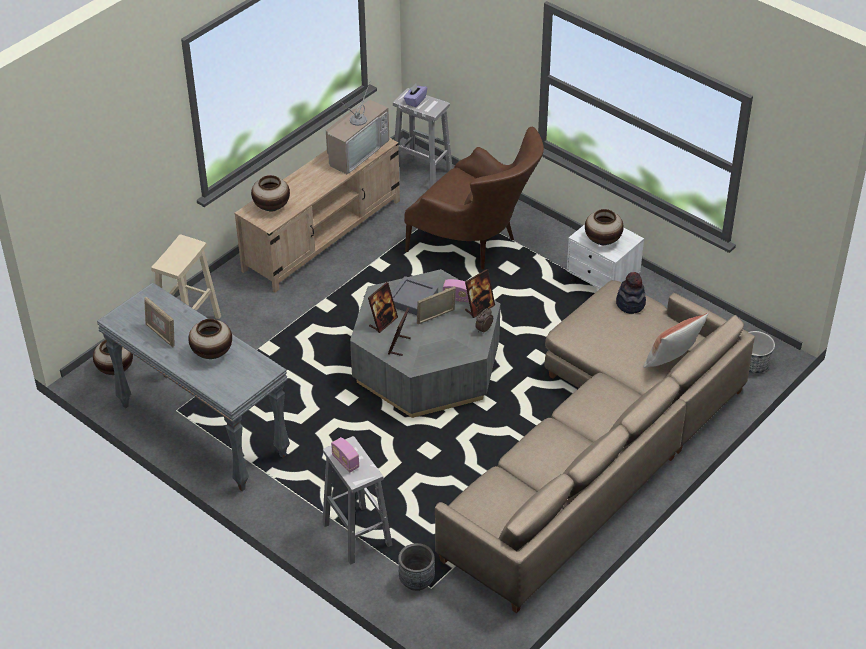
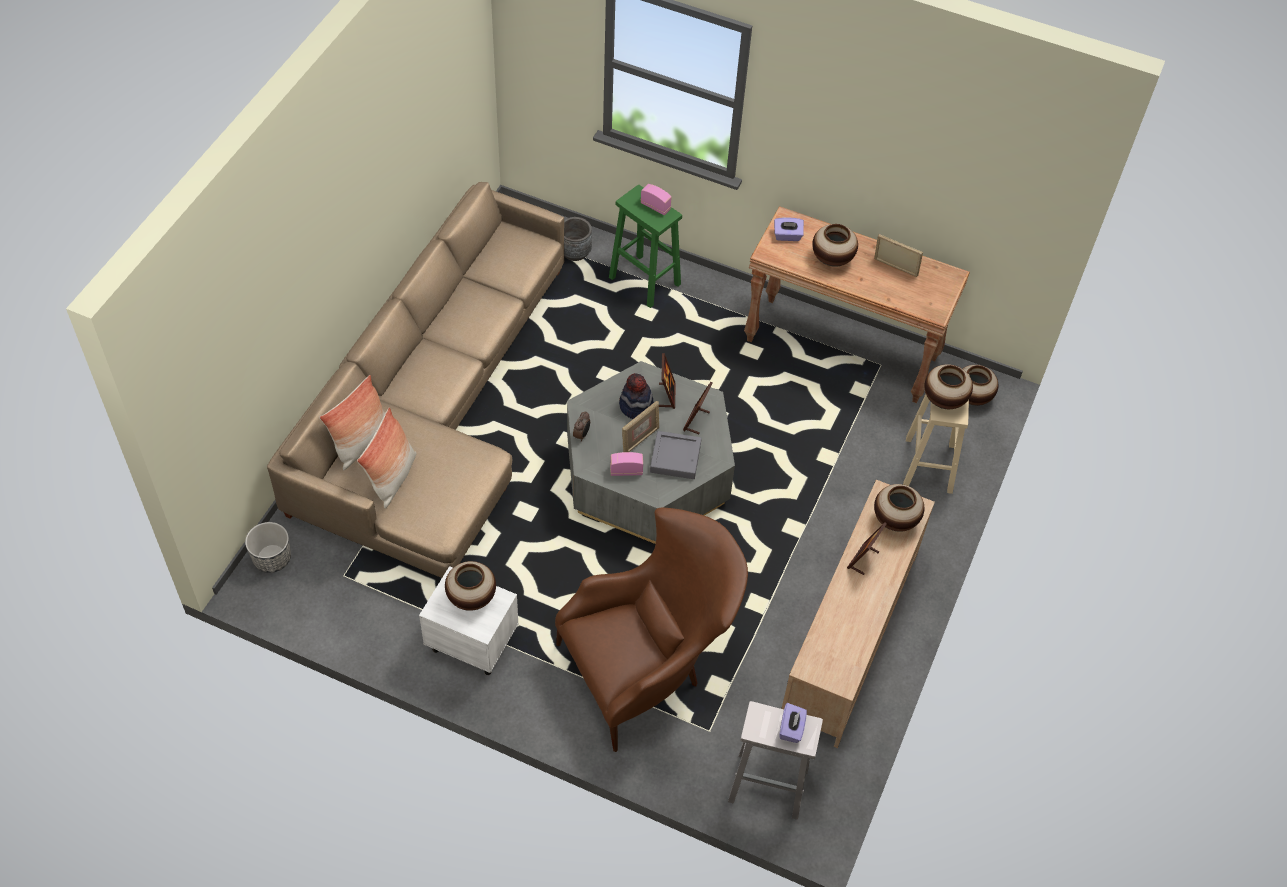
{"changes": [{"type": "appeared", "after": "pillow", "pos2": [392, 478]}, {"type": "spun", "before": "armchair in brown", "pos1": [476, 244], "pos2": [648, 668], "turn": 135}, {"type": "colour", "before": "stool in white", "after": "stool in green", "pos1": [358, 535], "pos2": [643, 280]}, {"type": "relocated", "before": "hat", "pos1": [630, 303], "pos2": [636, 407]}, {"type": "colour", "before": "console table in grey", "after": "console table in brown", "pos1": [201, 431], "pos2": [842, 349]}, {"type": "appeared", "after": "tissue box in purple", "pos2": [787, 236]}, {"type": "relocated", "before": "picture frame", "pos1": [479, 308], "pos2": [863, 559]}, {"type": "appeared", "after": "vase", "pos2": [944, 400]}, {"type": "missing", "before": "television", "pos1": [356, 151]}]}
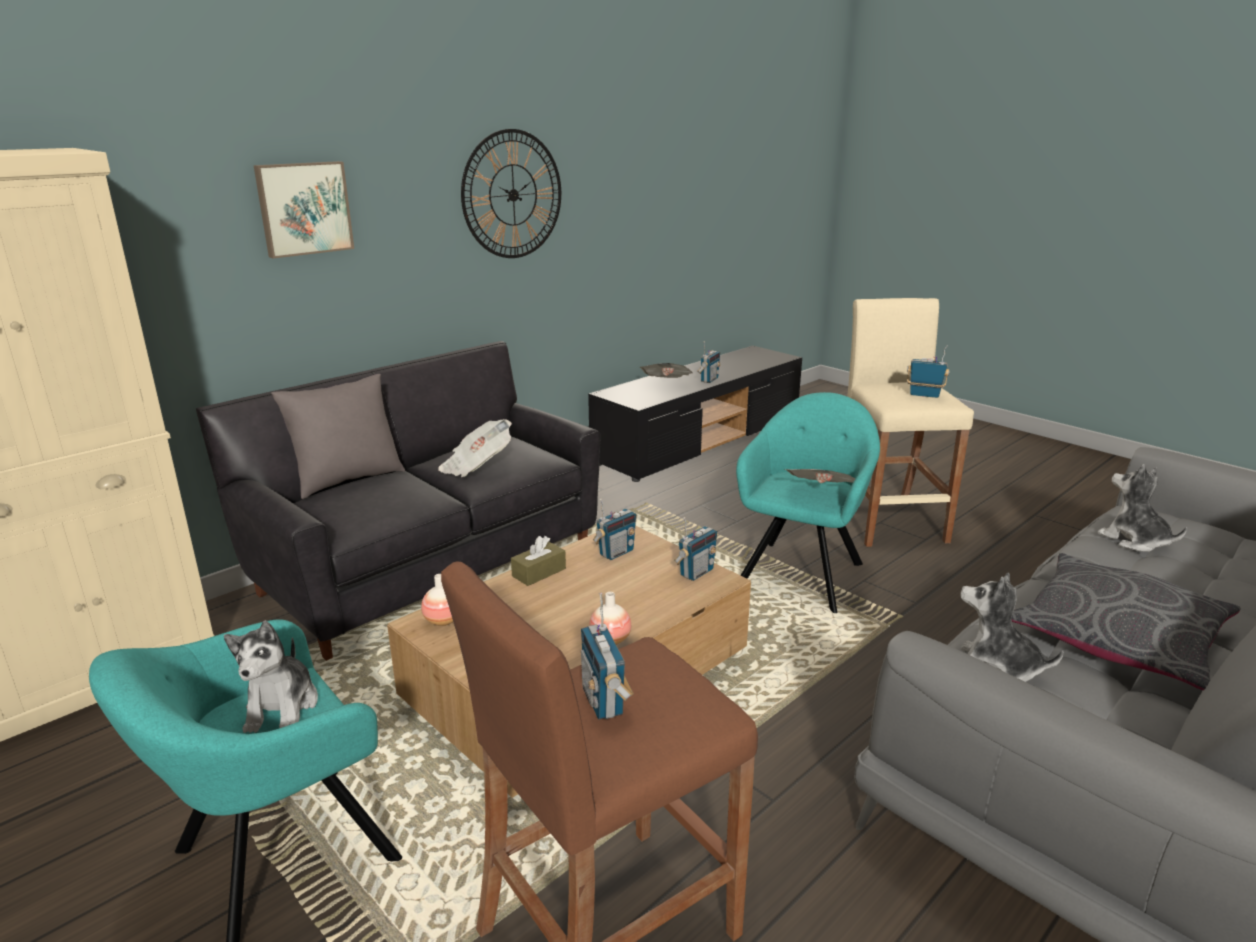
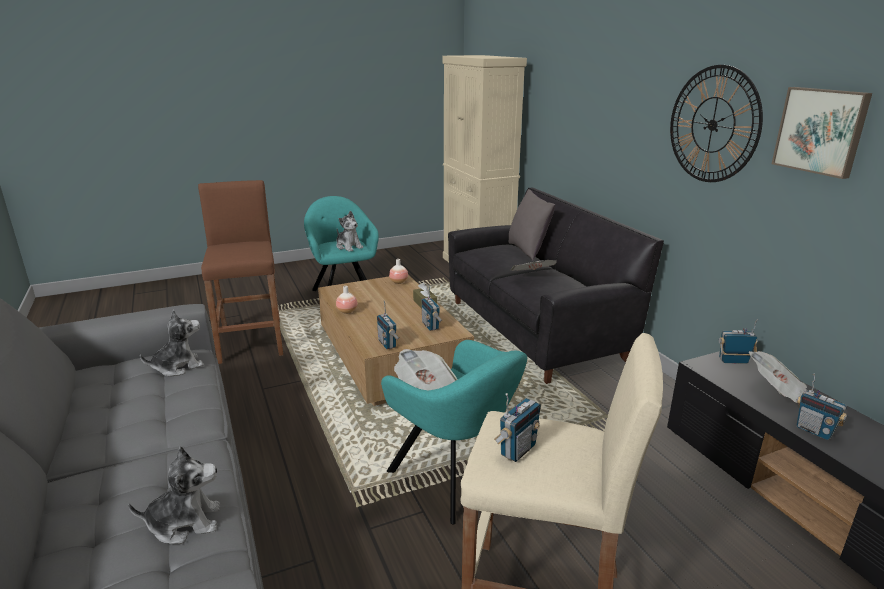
{"changes": [{"type": "spun", "before": "plush toy", "pos1": [282, 707], "pos2": [349, 246], "turn": -150}, {"type": "relocated", "before": "radio", "pos1": [604, 701], "pos2": [733, 361]}, {"type": "relocated", "before": "picture", "pos1": [304, 208], "pos2": [821, 131]}, {"type": "missing", "before": "pillow in grey", "pos1": [1118, 635]}]}
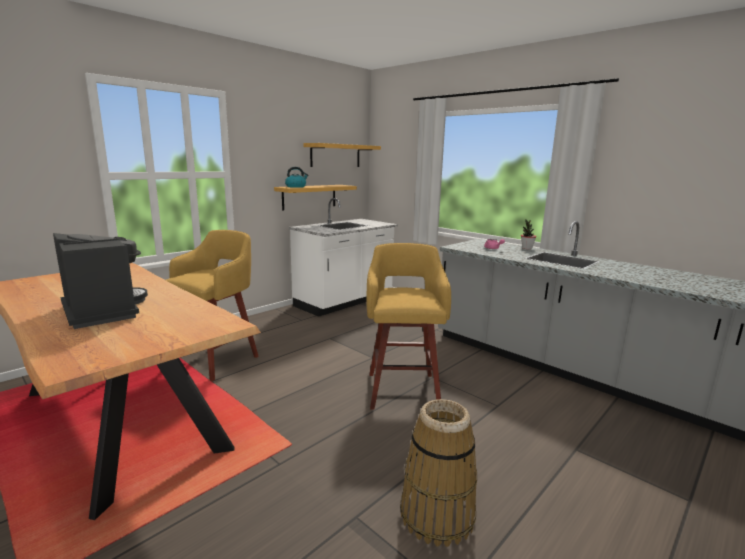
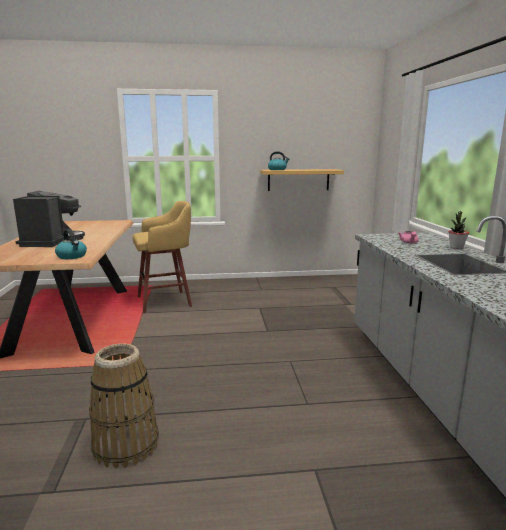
{"changes": [{"type": "appeared", "after": "kettle", "pos2": [72, 256]}, {"type": "missing", "before": "counter in white", "pos1": [345, 302]}, {"type": "missing", "before": "shelf", "pos1": [335, 155]}, {"type": "missing", "before": "stool in yellow", "pos1": [403, 389]}]}
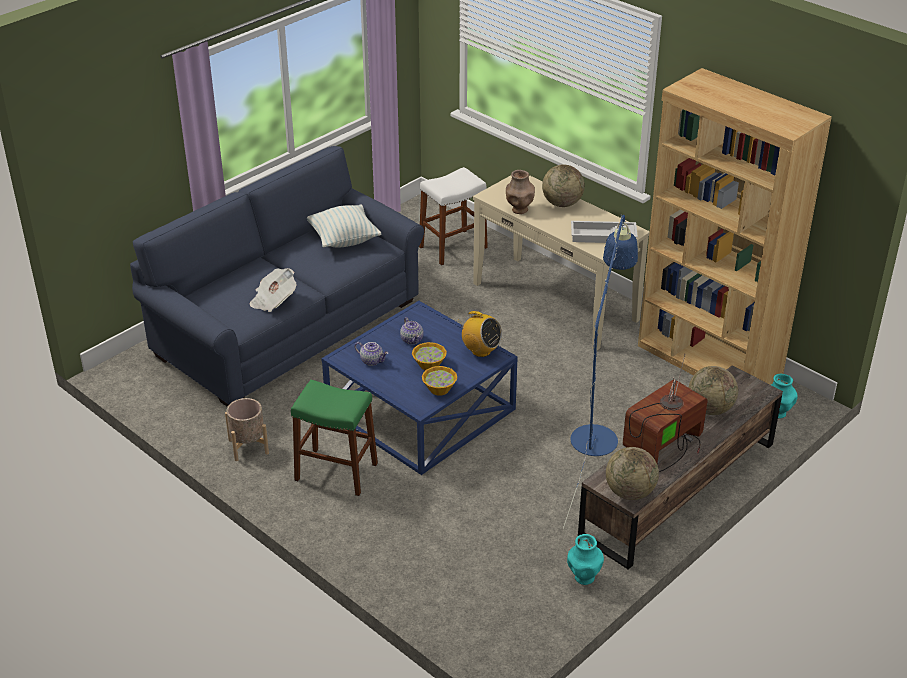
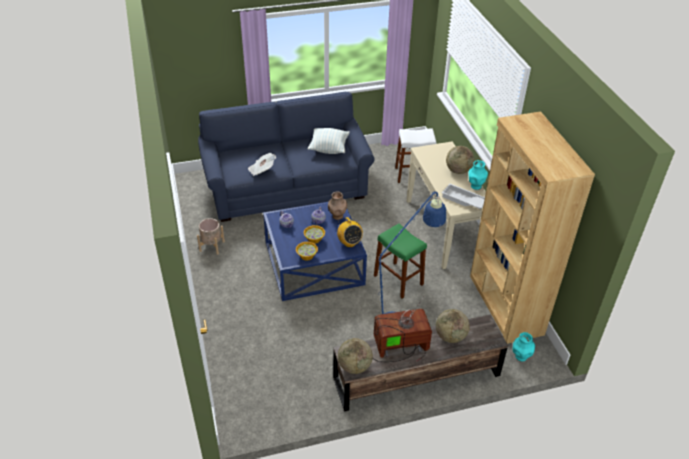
{"changes": [{"type": "relocated", "before": "vase in brown", "pos1": [519, 210], "pos2": [337, 216]}, {"type": "relocated", "before": "stool in green", "pos1": [336, 472], "pos2": [398, 280]}, {"type": "relocated", "before": "vase in turquoise", "pos1": [583, 578], "pos2": [475, 186]}]}
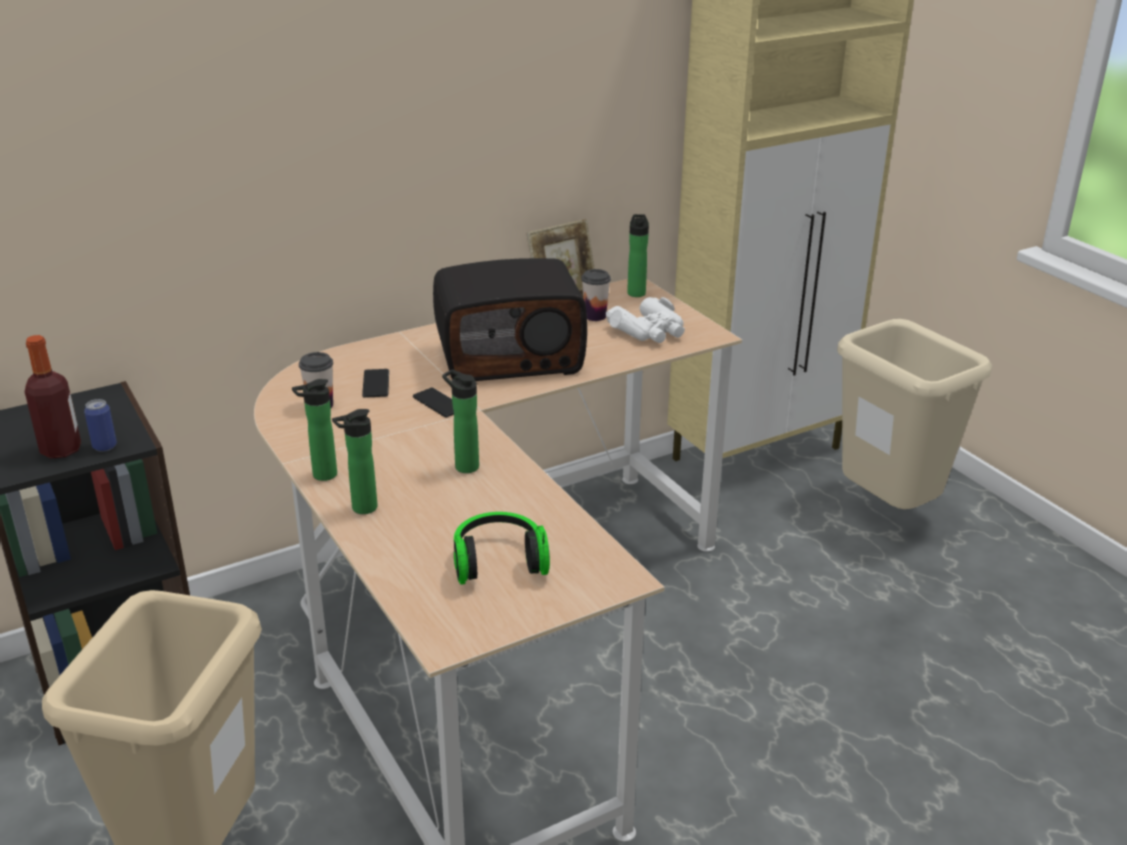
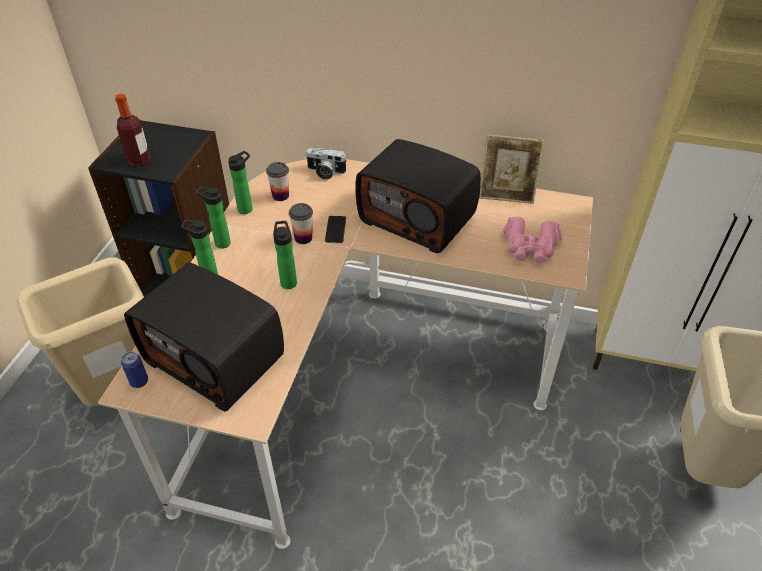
{"changes": [{"type": "relocated", "before": "can", "pos1": [104, 446], "pos2": [139, 381]}, {"type": "exchanged", "before": "headphones", "after": "radio", "pos1": [498, 561], "pos2": [216, 358]}, {"type": "relocated", "before": "bottle", "pos1": [636, 292], "pos2": [247, 208]}, {"type": "relocated", "before": "cup", "pos1": [595, 316], "pos2": [303, 238]}, {"type": "appeared", "after": "photo camera", "pos2": [325, 172]}, {"type": "colour", "before": "binoculars in white", "after": "binoculars in pink", "pos1": [649, 331], "pos2": [530, 246]}, {"type": "missing", "before": "phone", "pos1": [376, 384]}]}
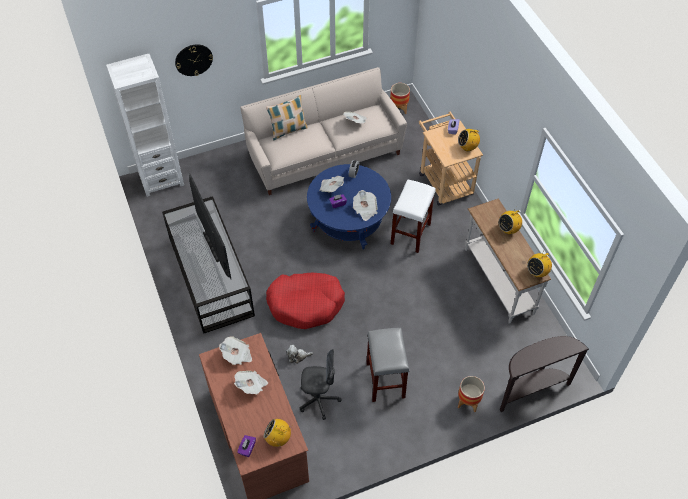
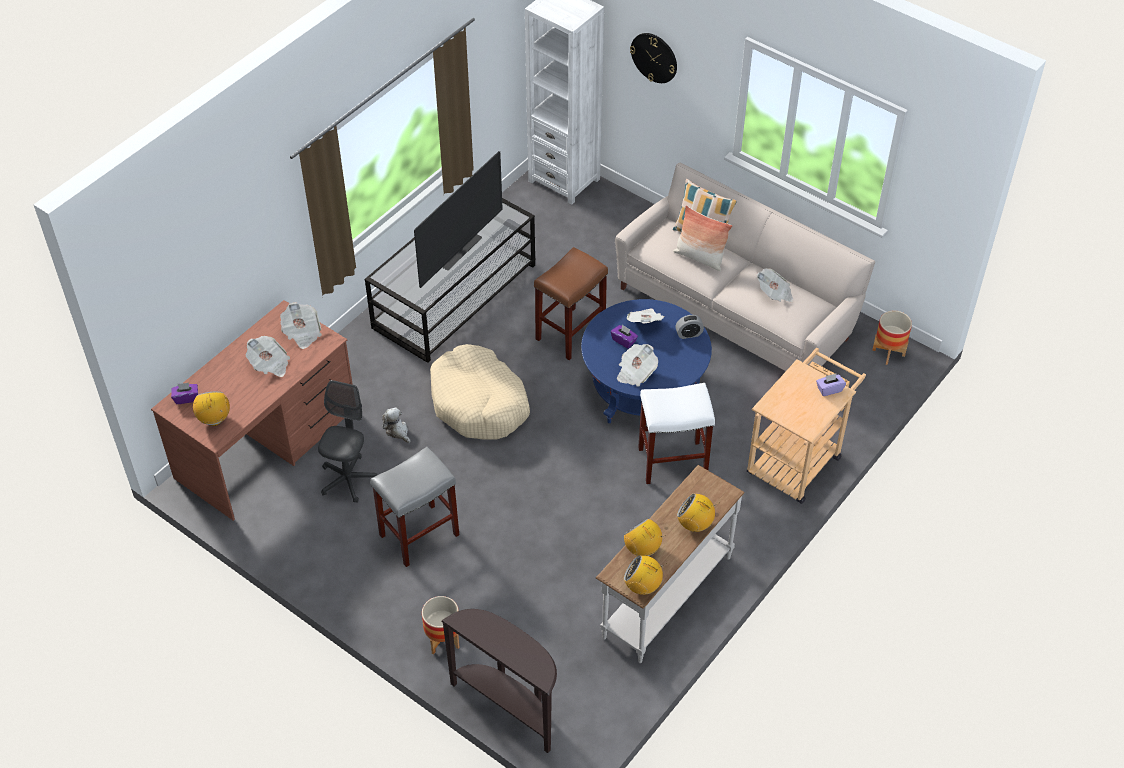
{"changes": [{"type": "spun", "before": "office chair in grey", "pos1": [319, 400], "pos2": [348, 480], "turn": -135}, {"type": "colour", "before": "dog bed in red", "after": "dog bed in beige", "pos1": [306, 304], "pos2": [479, 403]}, {"type": "appeared", "after": "stool in brown", "pos2": [570, 334]}, {"type": "relocated", "before": "radio", "pos1": [467, 147], "pos2": [642, 549]}, {"type": "appeared", "after": "pillow", "pos2": [700, 257]}]}
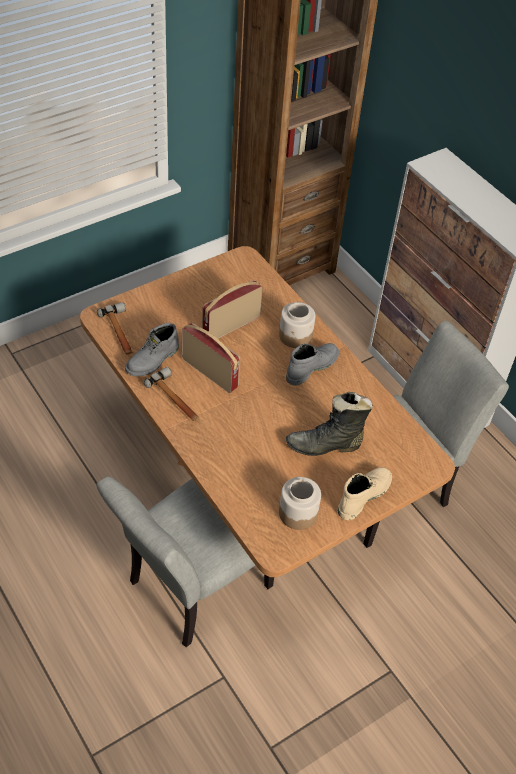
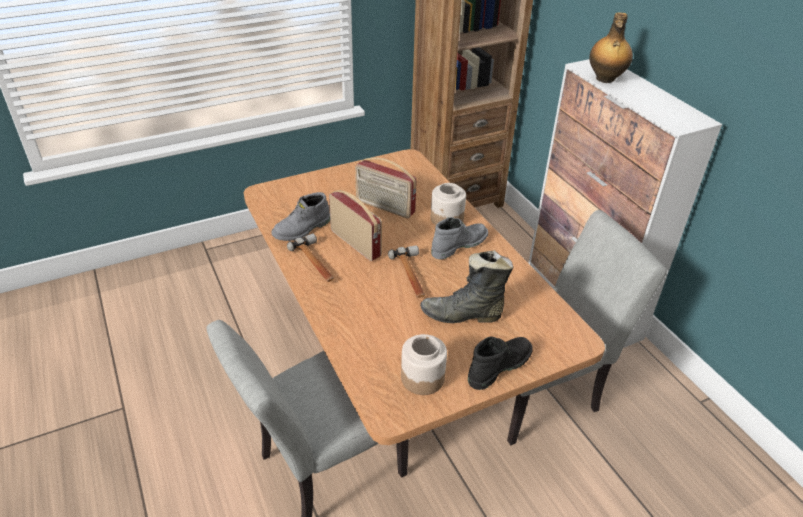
{"changes": [{"type": "spun", "before": "radio", "pos1": [230, 326], "pos2": [384, 207], "turn": -120}, {"type": "relocated", "before": "hammer", "pos1": [120, 332], "pos2": [411, 275]}, {"type": "colour", "before": "boot in beige", "after": "boot in black", "pos1": [363, 495], "pos2": [498, 366]}, {"type": "appeared", "after": "bottle", "pos2": [605, 79]}]}
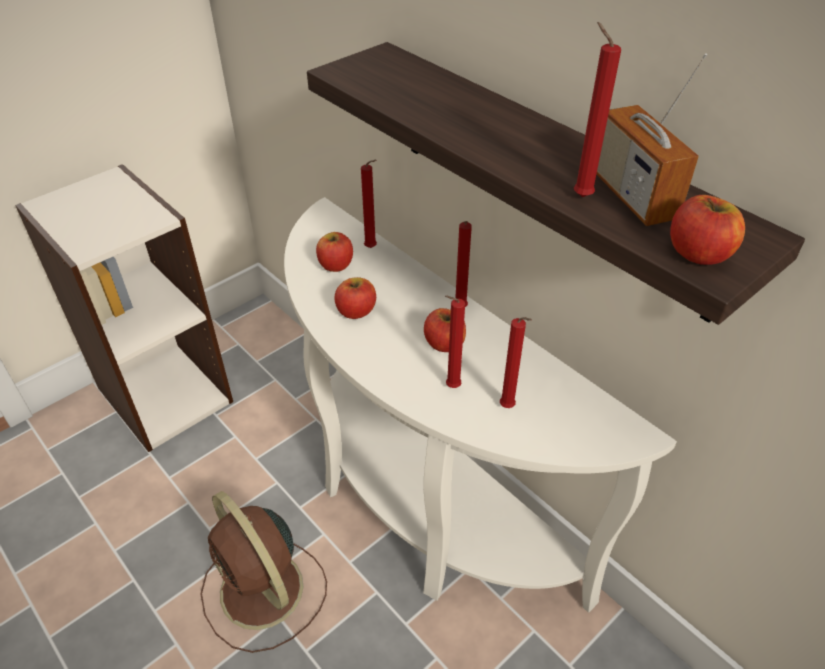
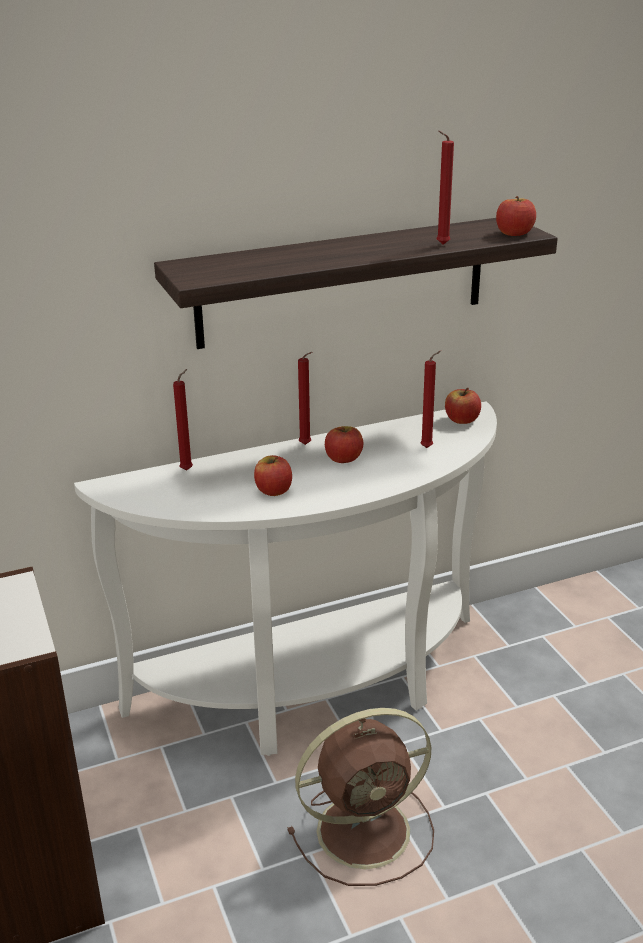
{"changes": [{"type": "relocated", "before": "apple", "pos1": [335, 265], "pos2": [462, 420]}, {"type": "missing", "before": "candle in red", "pos1": [450, 387]}, {"type": "missing", "before": "radio", "pos1": [633, 197]}]}
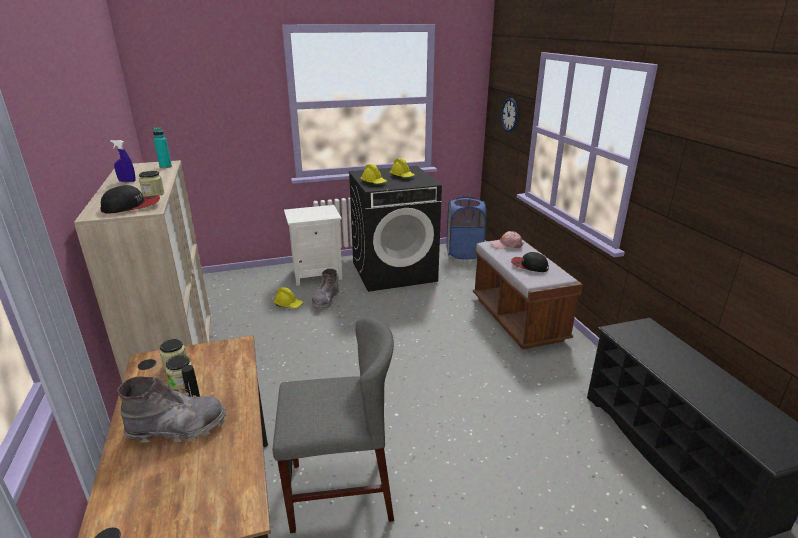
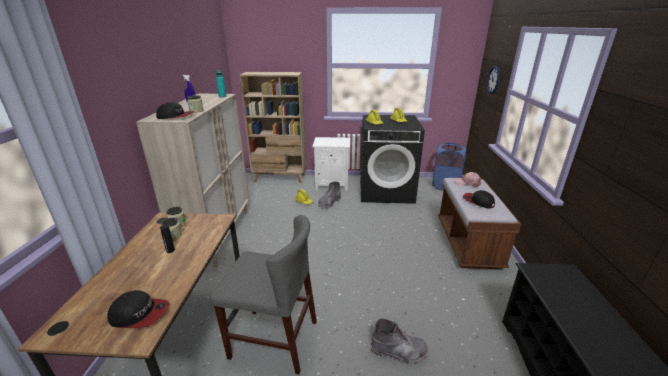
{"changes": [{"type": "appeared", "after": "cap", "pos2": [140, 314]}, {"type": "appeared", "after": "bookcase in beige", "pos2": [280, 178]}, {"type": "relocated", "before": "boot in grey", "pos1": [178, 428], "pos2": [398, 352]}]}
